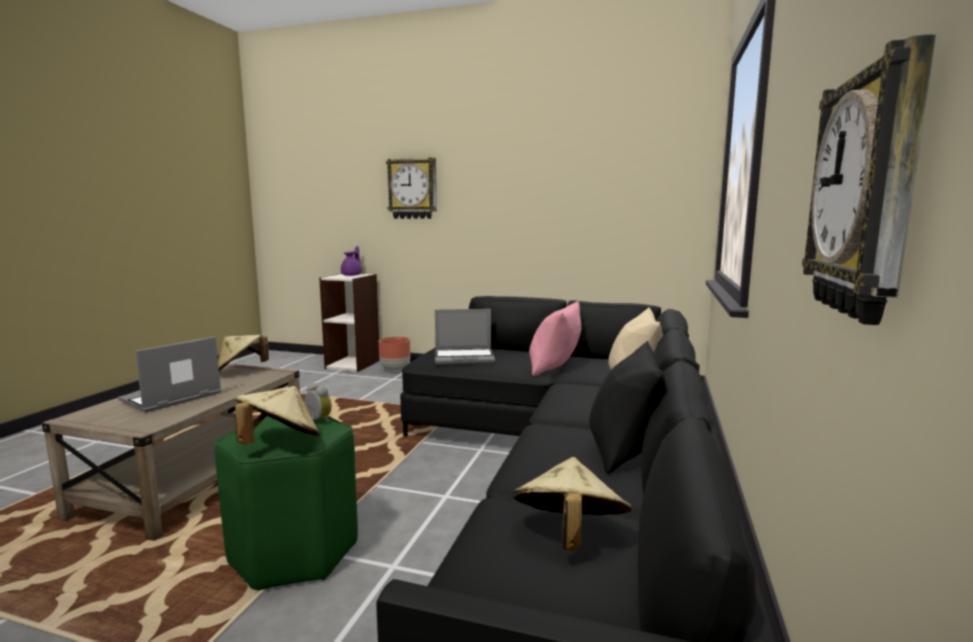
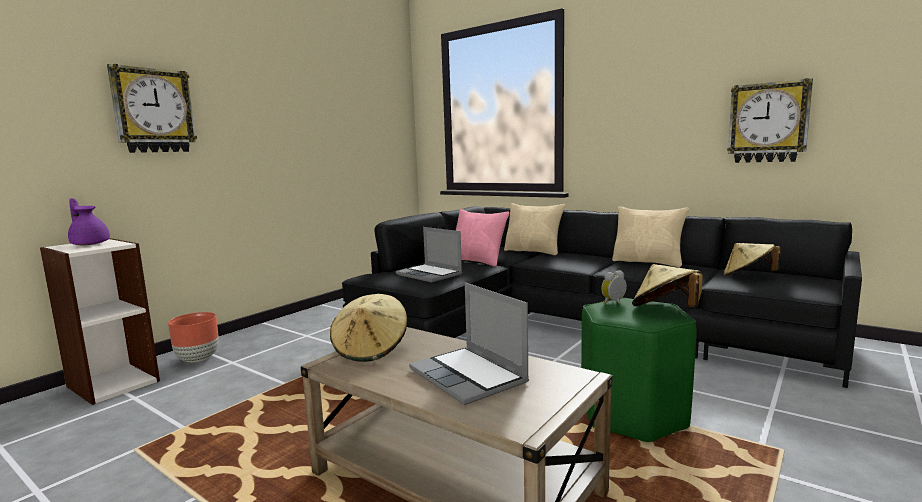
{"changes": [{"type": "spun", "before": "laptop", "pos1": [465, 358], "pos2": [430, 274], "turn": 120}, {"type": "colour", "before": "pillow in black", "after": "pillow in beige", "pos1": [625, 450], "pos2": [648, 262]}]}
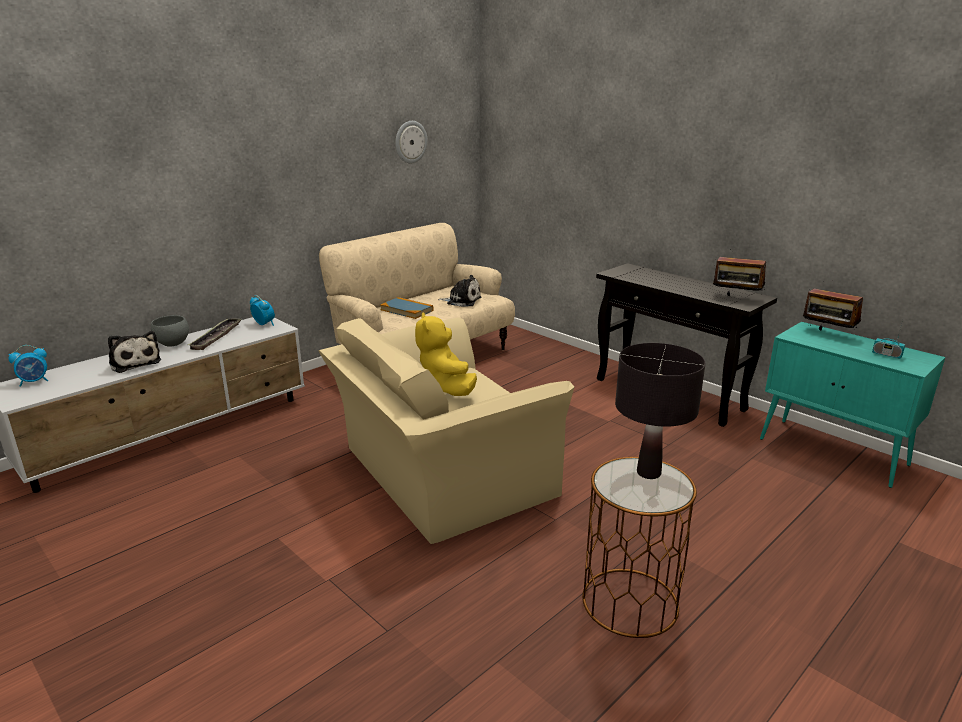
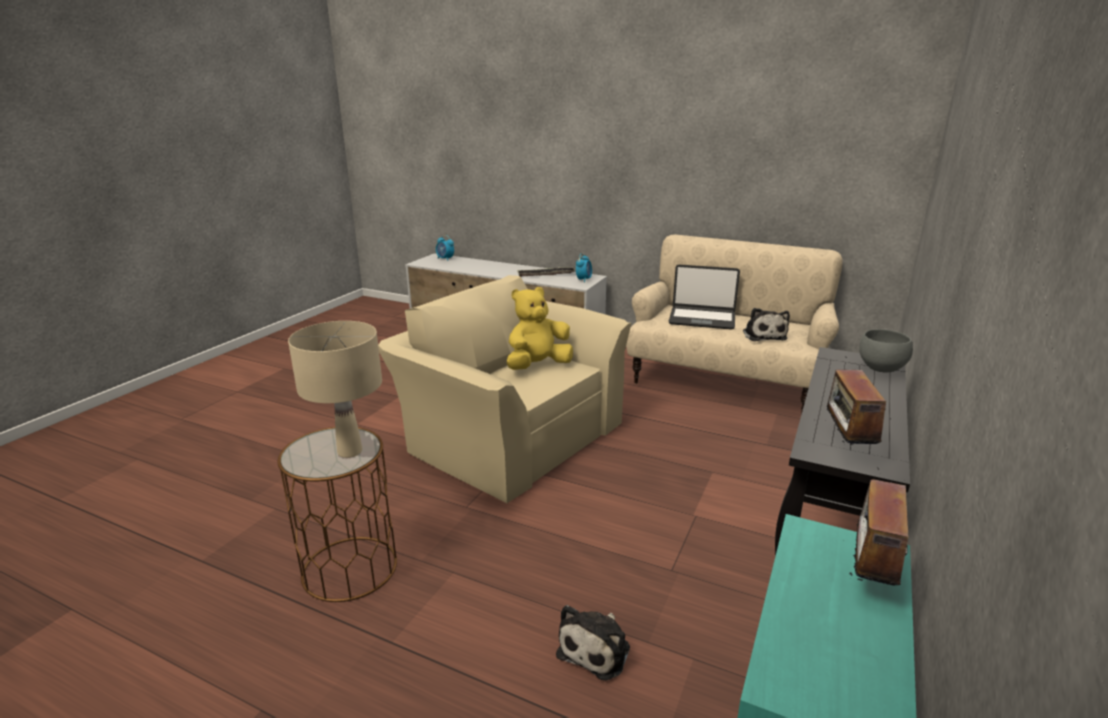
{"changes": [{"type": "colour", "before": "table lamp in black", "after": "table lamp in beige", "pos1": [649, 473], "pos2": [350, 452]}, {"type": "relocated", "before": "plush toy", "pos1": [134, 362], "pos2": [596, 649]}, {"type": "exchanged", "before": "book", "after": "laptop", "pos1": [407, 310], "pos2": [702, 319]}, {"type": "relocated", "before": "bowl in grey", "pos1": [172, 344], "pos2": [880, 368]}, {"type": "missing", "before": "wall clock", "pos1": [410, 142]}, {"type": "missing", "before": "radio", "pos1": [886, 355]}]}
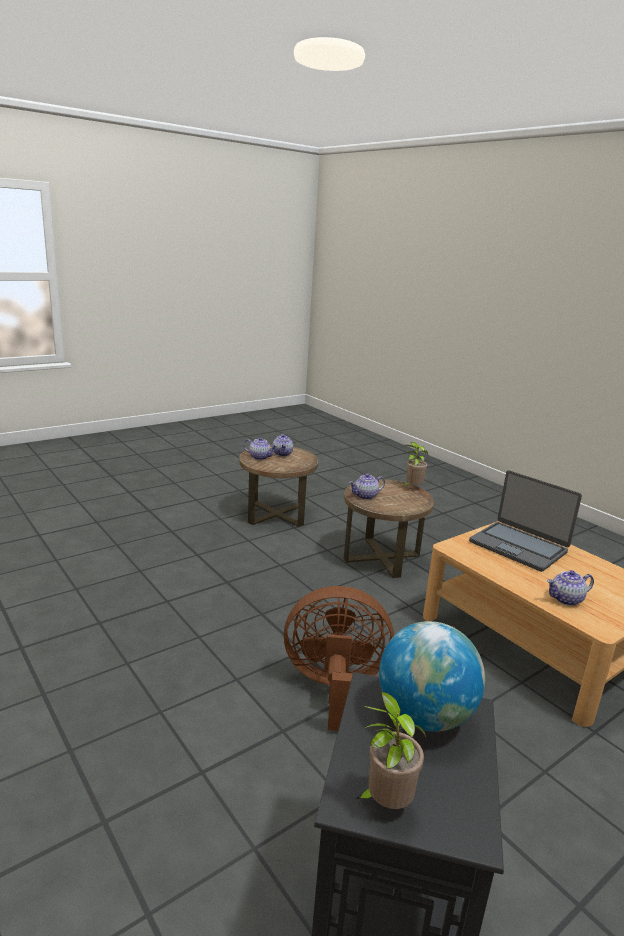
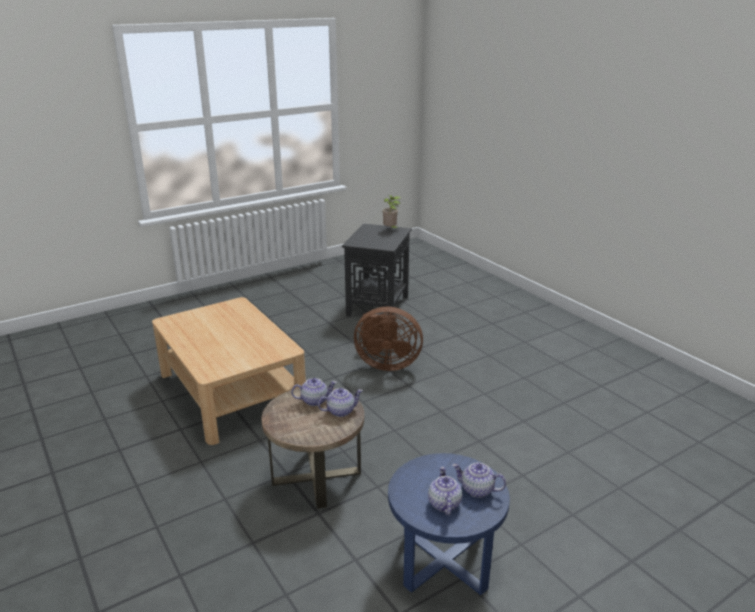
{"changes": [{"type": "relocated", "before": "teapot", "pos1": [566, 599], "pos2": [315, 400]}, {"type": "colour", "before": "side table in brown", "after": "side table in blue", "pos1": [276, 514], "pos2": [444, 560]}, {"type": "missing", "before": "globe", "pos1": [424, 715]}, {"type": "missing", "before": "potted plant", "pos1": [412, 488]}, {"type": "missing", "before": "laptop", "pos1": [518, 546]}]}
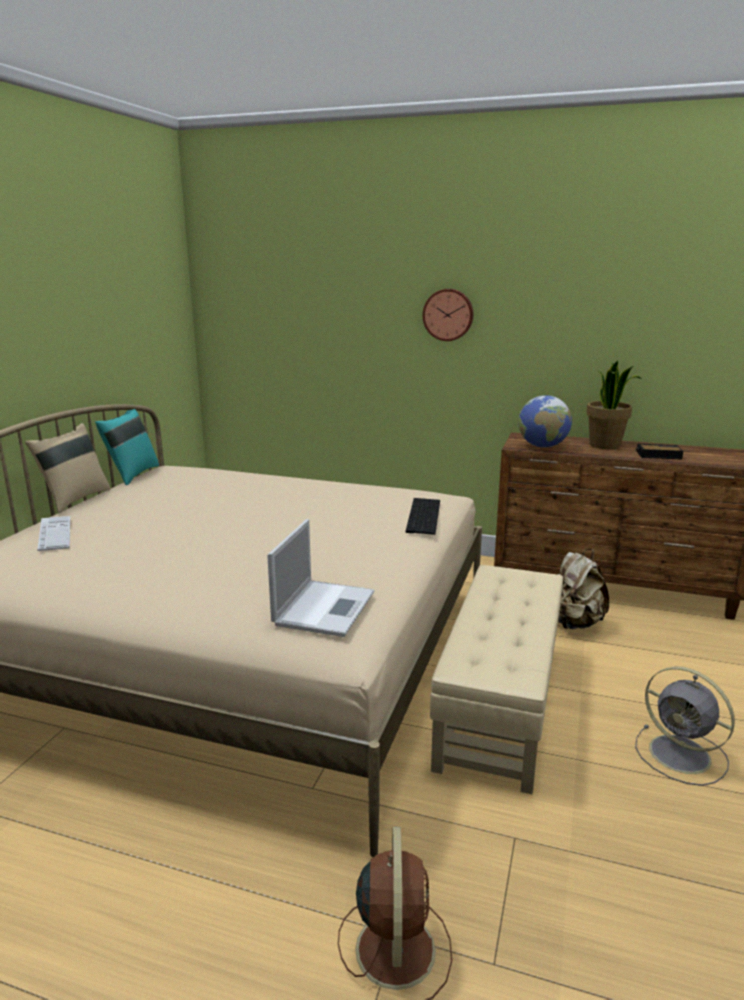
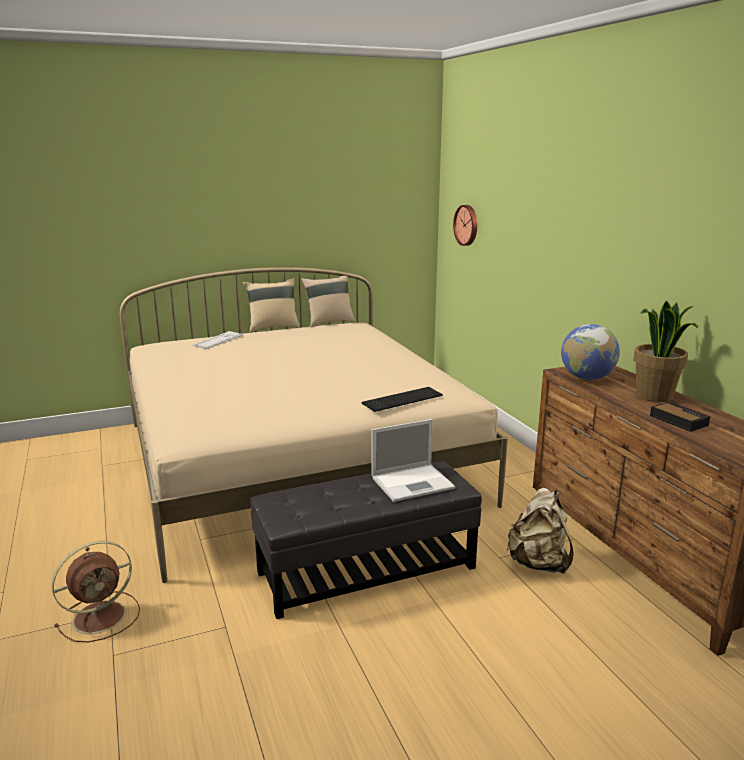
{"changes": [{"type": "colour", "before": "ottoman in beige", "after": "ottoman in black", "pos1": [499, 703], "pos2": [366, 569]}, {"type": "colour", "before": "pillow in turquoise", "after": "pillow in beige", "pos1": [132, 474], "pos2": [329, 322]}, {"type": "relocated", "before": "laptop", "pos1": [325, 607], "pos2": [413, 482]}, {"type": "relocated", "before": "wall clock", "pos1": [448, 314], "pos2": [467, 225]}, {"type": "missing", "before": "fan in grey", "pos1": [682, 755]}]}
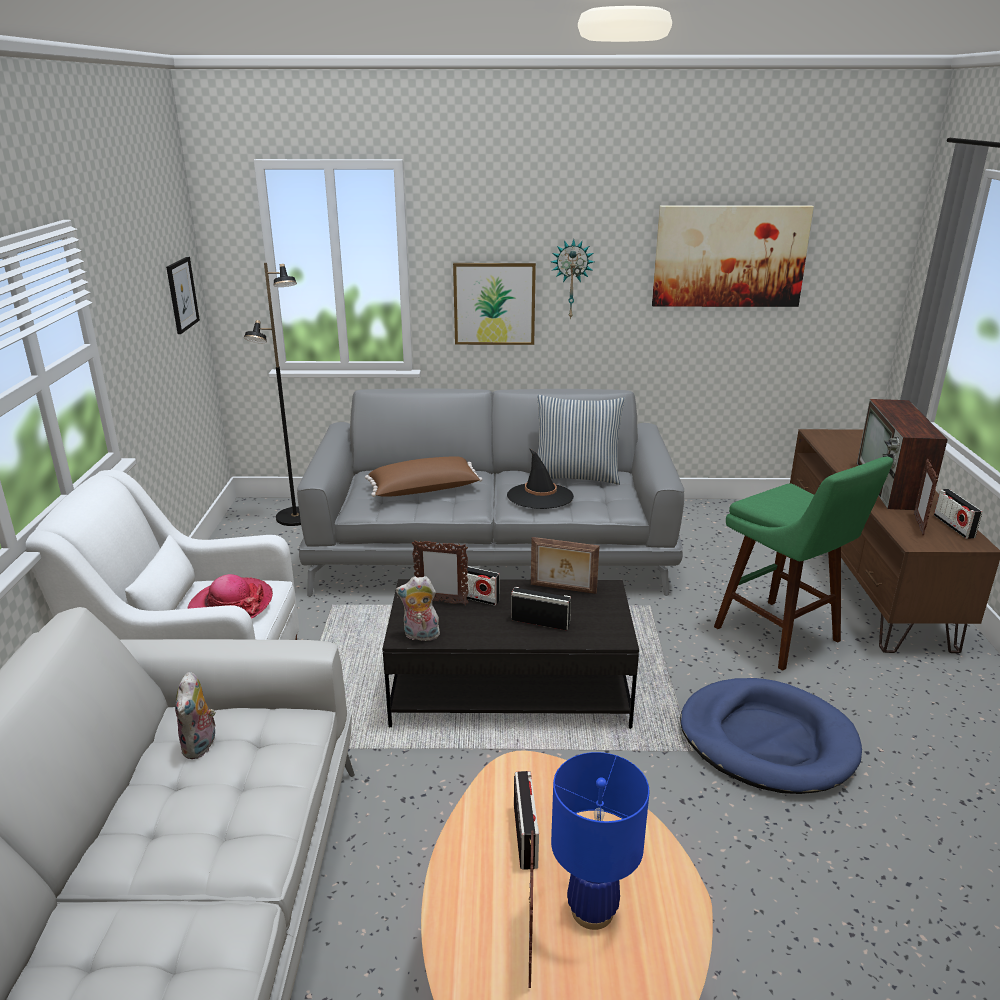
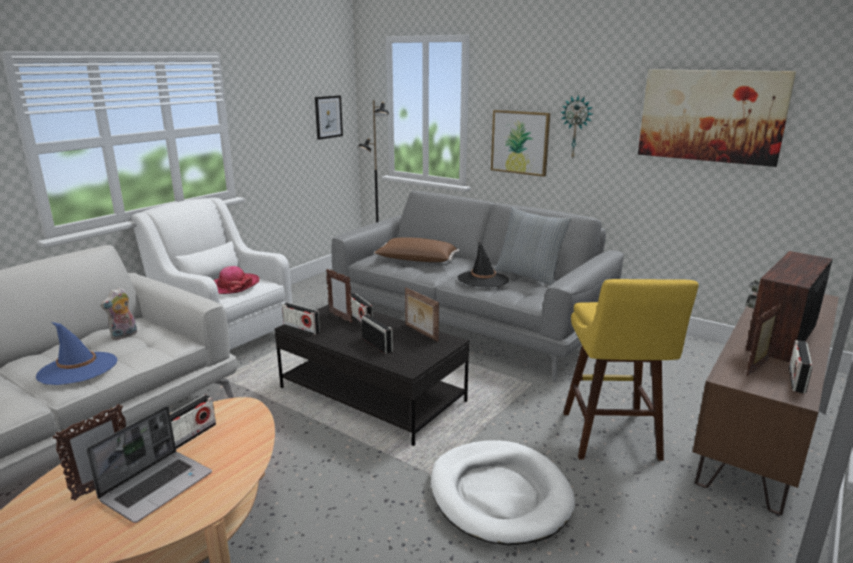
{"changes": [{"type": "appeared", "after": "hat in blue", "pos2": [78, 369]}, {"type": "exchanged", "before": "table lamp in blue", "after": "laptop", "pos1": [592, 911], "pos2": [157, 486]}, {"type": "exchanged", "before": "plush toy", "after": "radio", "pos1": [420, 636], "pos2": [301, 329]}, {"type": "colour", "before": "dog bed in blue", "after": "dog bed in white", "pos1": [767, 740], "pos2": [499, 495]}, {"type": "colour", "before": "stool in green", "after": "stool in yellow", "pos1": [781, 637], "pos2": [611, 438]}]}
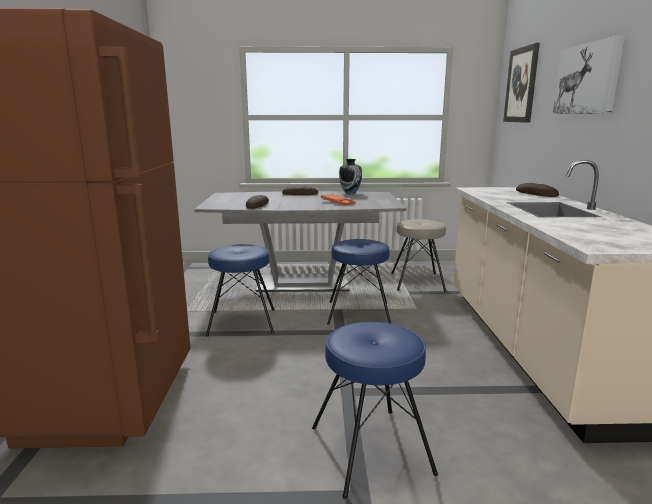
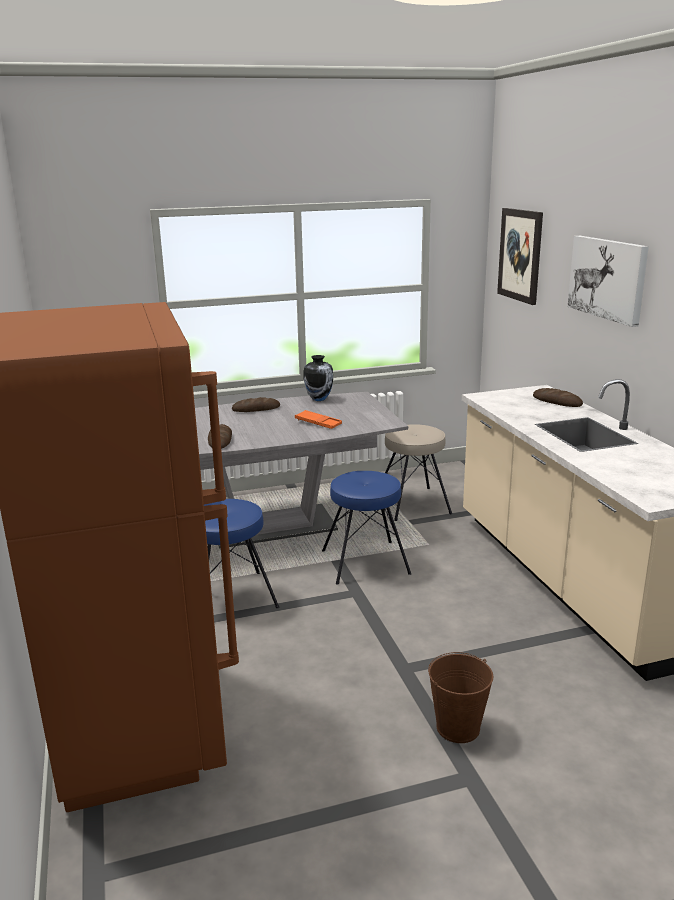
{"changes": [{"type": "exchanged", "before": "stool in blue", "after": "bucket in brown", "pos1": [371, 449], "pos2": [458, 728]}]}
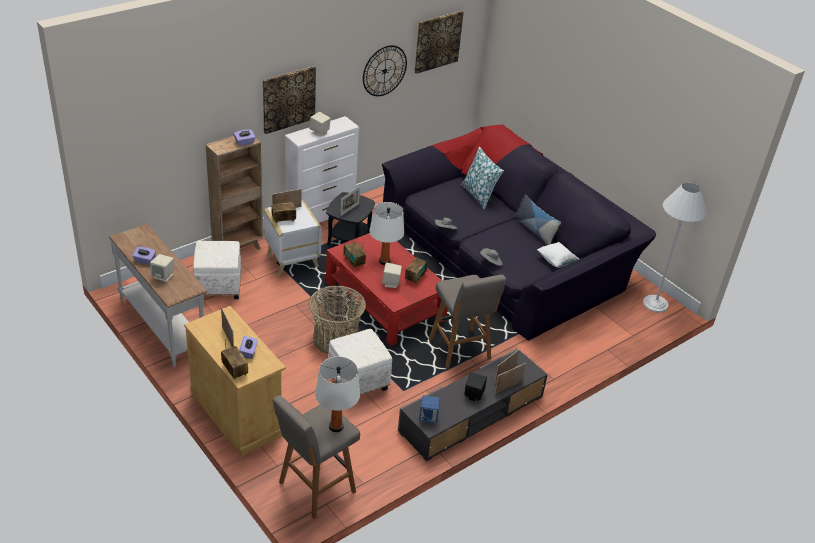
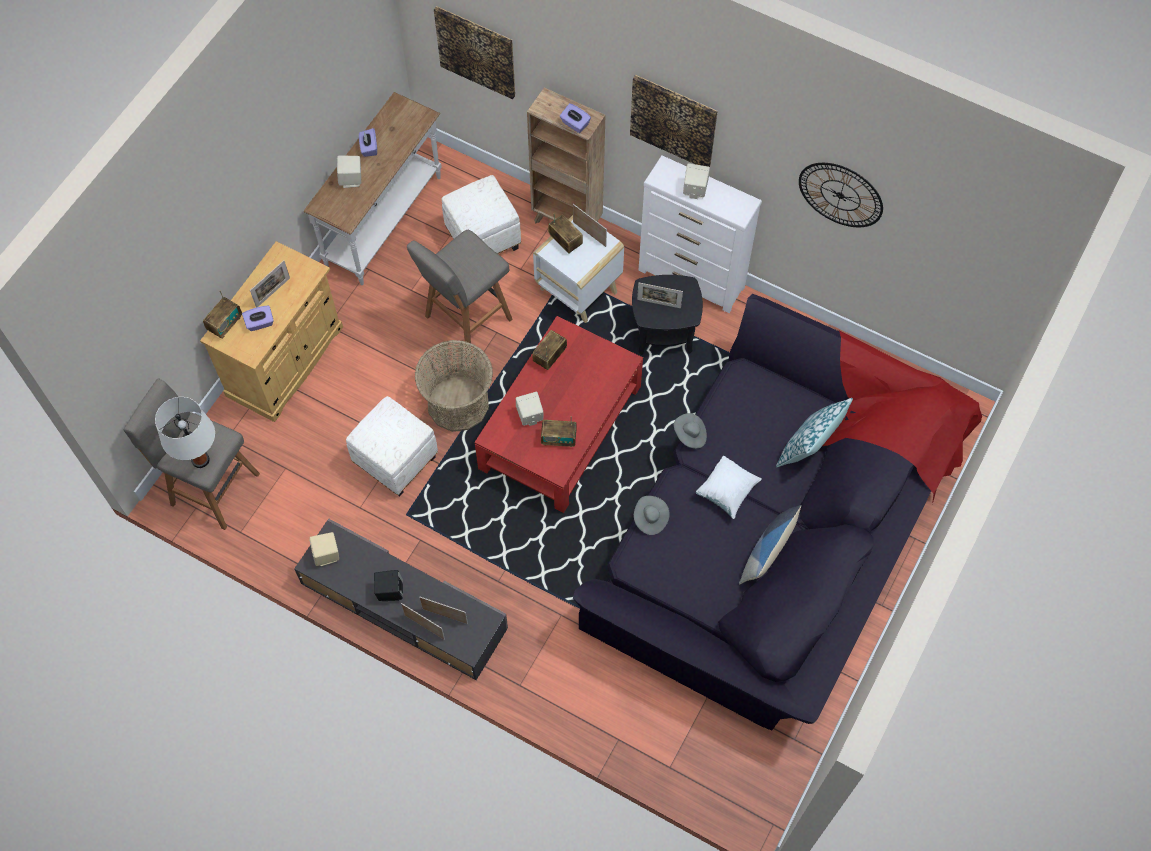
{"changes": [{"type": "colour", "before": "speaker in blue", "after": "speaker in beige", "pos1": [428, 417], "pos2": [327, 555]}, {"type": "relocated", "before": "stool in grey", "pos1": [460, 350], "pos2": [466, 320]}, {"type": "relocated", "before": "picture", "pos1": [437, 41], "pos2": [476, 51]}, {"type": "relocated", "before": "pillow in white", "pos1": [556, 261], "pos2": [726, 492]}, {"type": "missing", "before": "table lamp in white", "pos1": [384, 261]}, {"type": "missing", "before": "floor lamp in white", "pos1": [655, 304]}]}
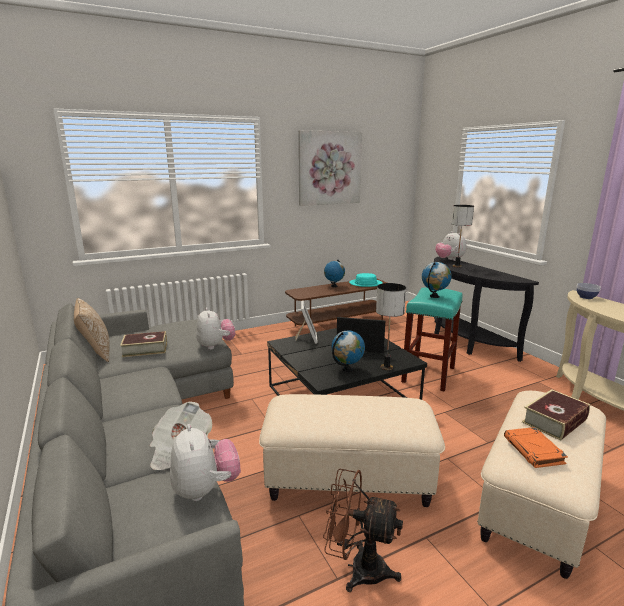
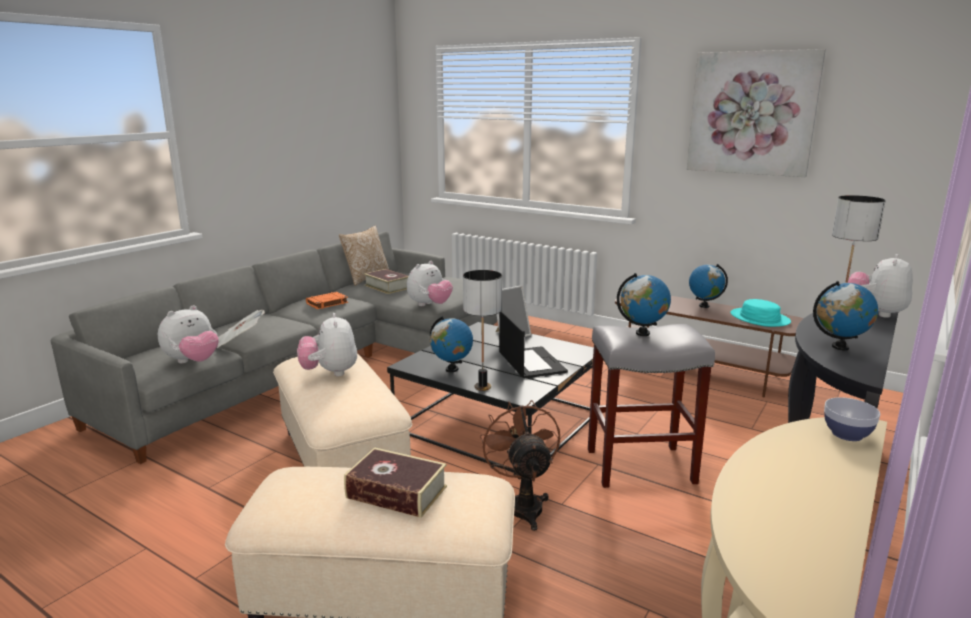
{"changes": [{"type": "appeared", "after": "plush toy", "pos2": [330, 373]}, {"type": "relocated", "before": "book in orange", "pos1": [534, 451], "pos2": [327, 303]}, {"type": "relocated", "before": "fan in brown", "pos1": [358, 568], "pos2": [523, 504]}, {"type": "colour", "before": "stool in turquoise", "after": "stool in grey", "pos1": [428, 374], "pos2": [641, 465]}, {"type": "appeared", "after": "globe", "pos2": [840, 347]}]}
